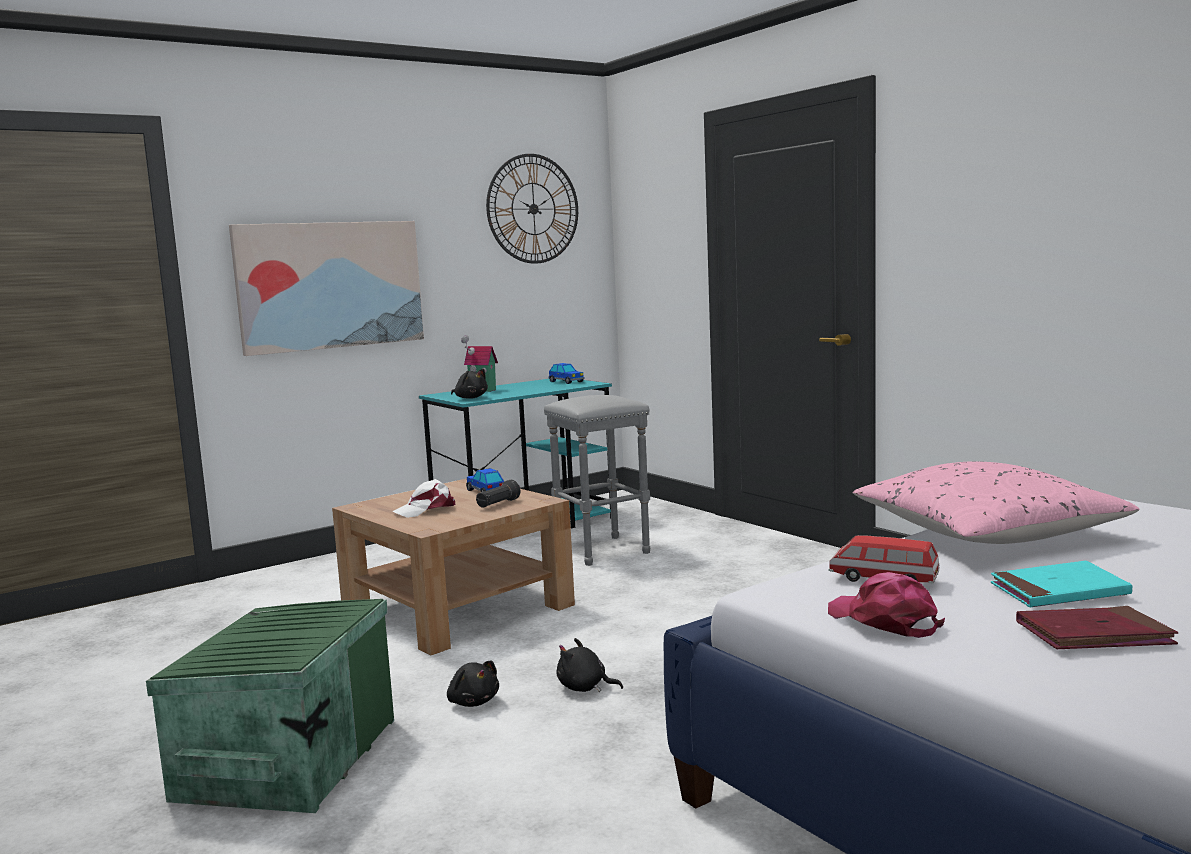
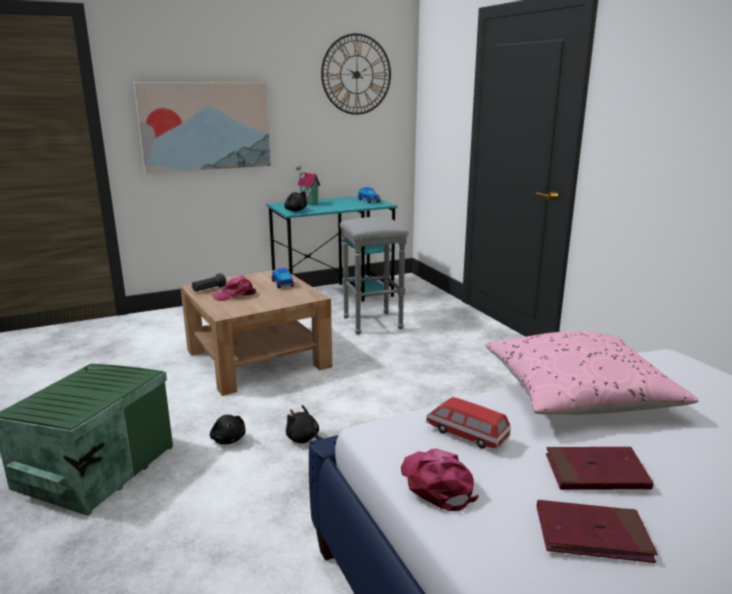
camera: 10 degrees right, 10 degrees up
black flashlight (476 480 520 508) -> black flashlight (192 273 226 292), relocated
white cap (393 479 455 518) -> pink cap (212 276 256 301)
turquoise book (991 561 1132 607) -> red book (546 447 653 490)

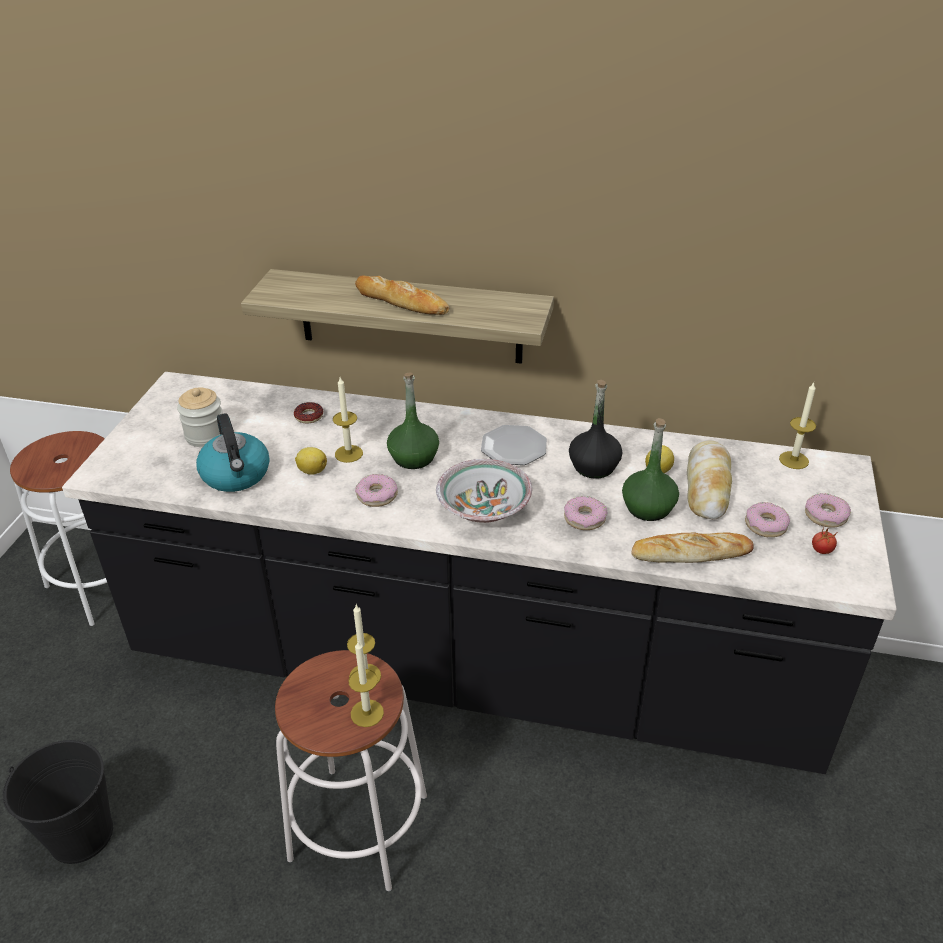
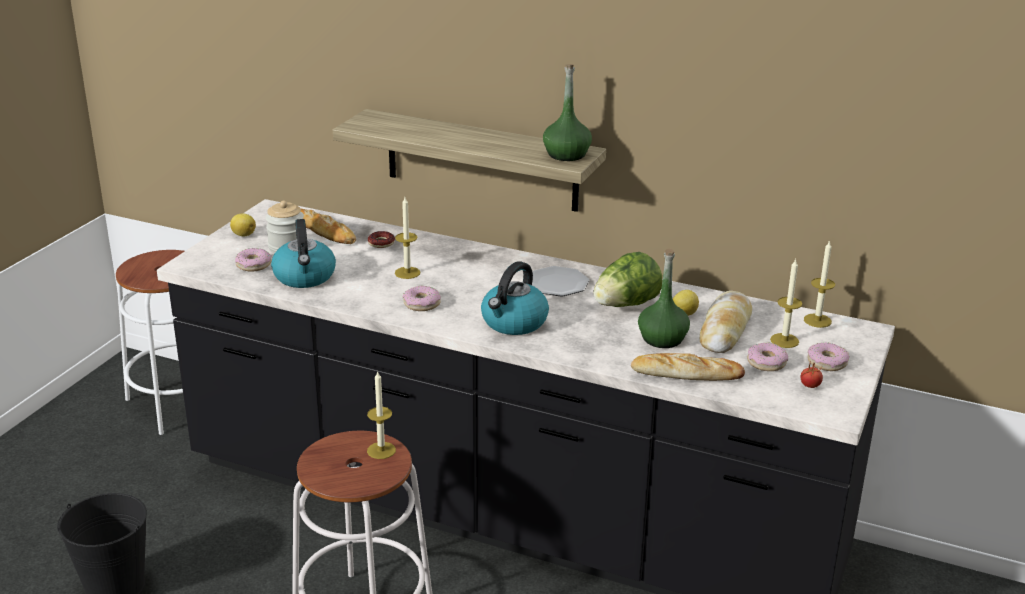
camera: 10 degrees right, 10 degrees down
lemon (295 447 327 475) -> lemon (230 213 256 236), relocated
donut (564 496 608 530) -> donut (235 248 272 272), relocated
bread (355 276 449 315) -> bread (301 209 356 244), relocated
bowl (436 459 532 523) -> kettle (481 261 549 335)
green bottle (387 372 439 469) -> green bottle (543 64 592 161), relocated
black bottle (569 380 622 479) -> lettuce (594 252 662 307)
candle (348 641 384 727) -> candle (770 259 802 348), relocated

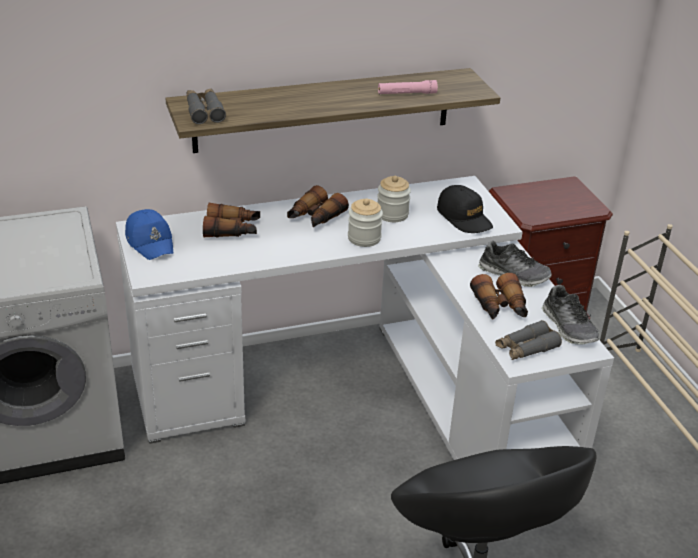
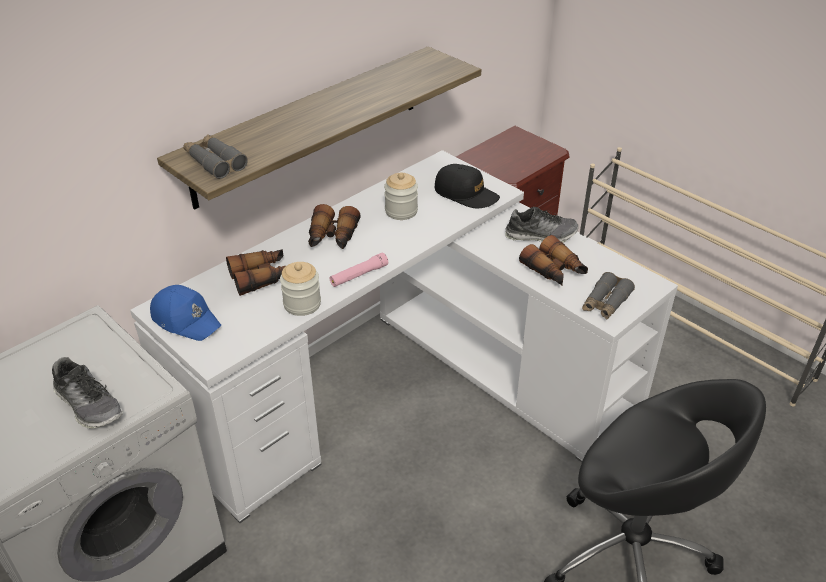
camera: 25 degrees left, 5 degrees up
shoe (542 285 599 345) -> shoe (52 357 123 429), relocated
jar (348 198 383 247) -> jar (280 262 321 316), relocated
pink flashlight (378 80 438 94) -> pink flashlight (329 253 388 287), relocated

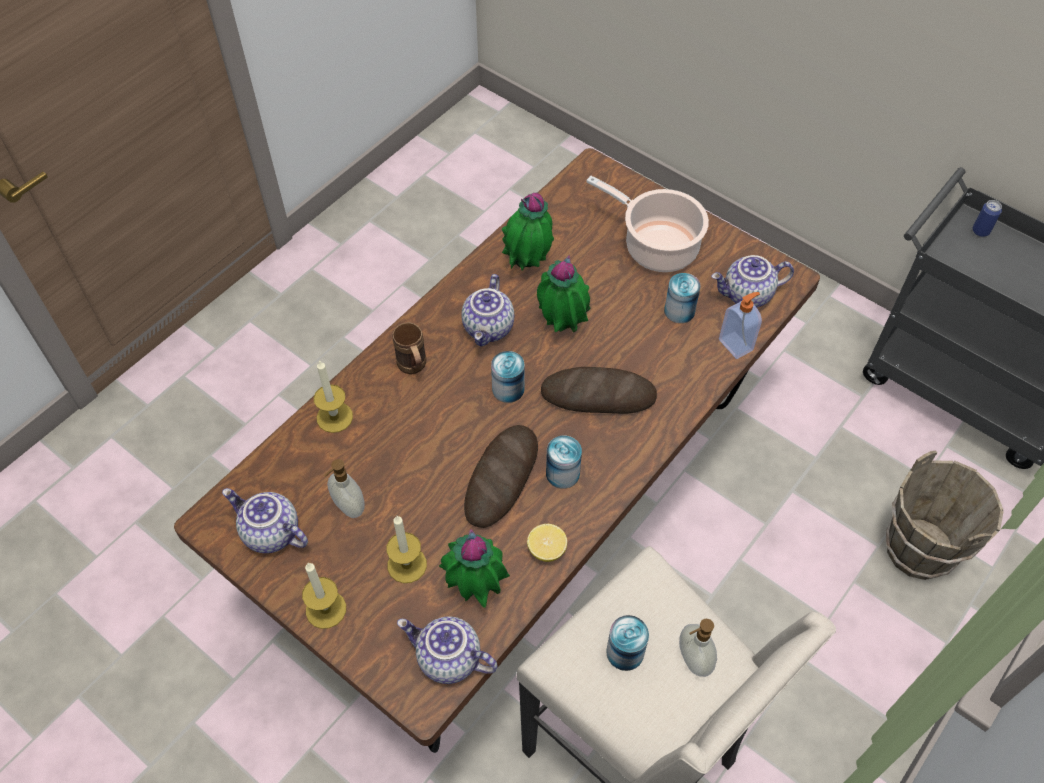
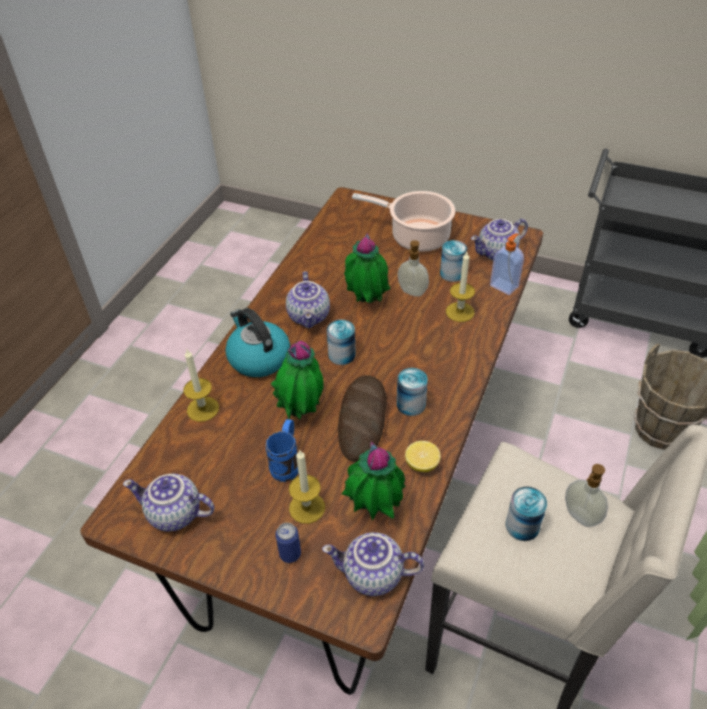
camera: 15 degrees left, 10 degrees down
brown mug (392 322 426 374) -> kettle (225 308 290 377)
none -> blue mug (265 419 299 482)
potted plant (502 192 554 271) -> potted plant (271 340 324 420), relocated
can (972 200 1002 237) -> can (276 523 301 563), relocated
soap dispenser (324 459 365 518) -> soap dispenser (398 240 429 297), relocated
candle (302 563 346 629) -> candle (446 252 475 322), relocated
bread (541 367 657 414) -> none

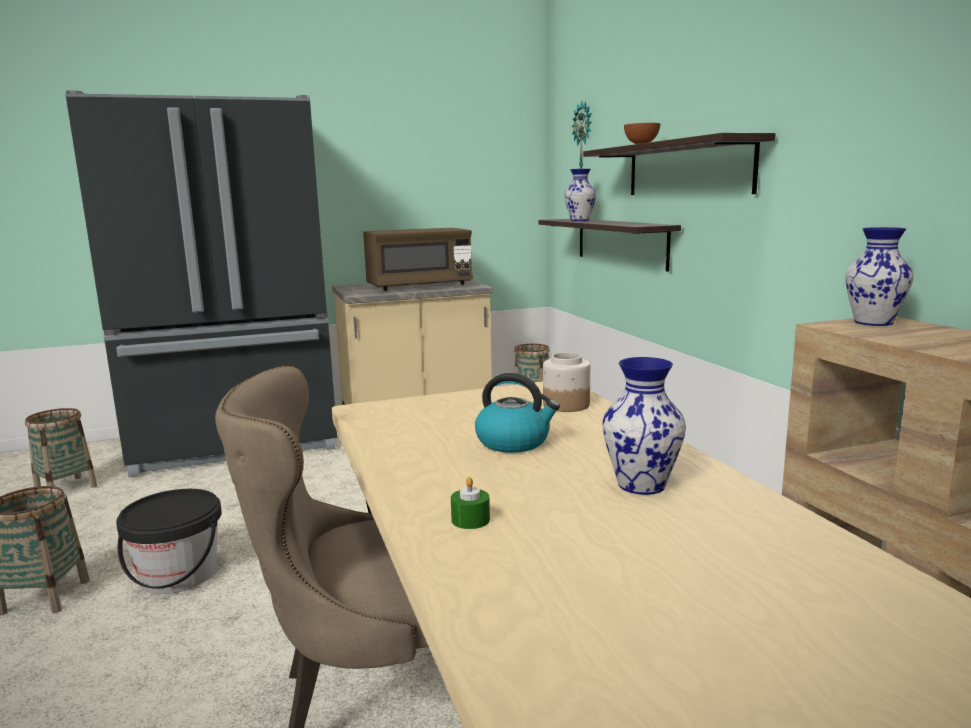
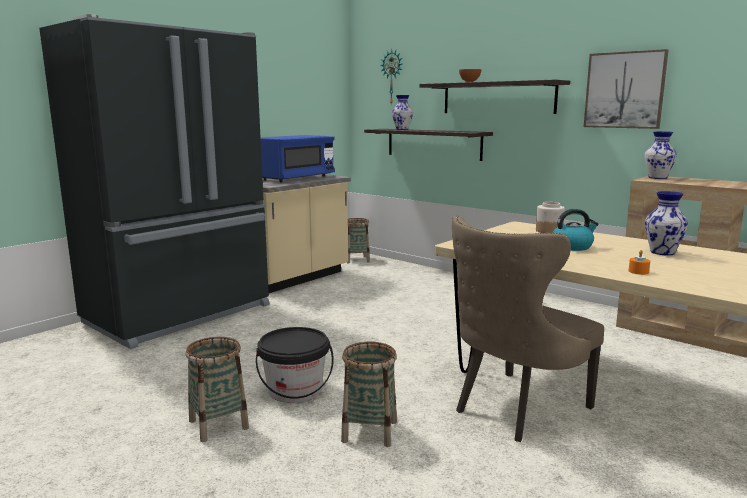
camera: 30 degrees left, 0 degrees up
brown microwave (363 228 473 291) -> blue microwave (261 135 335 182)
basket (25 408 97 488) -> basket (341 342 397 447), relocated
none -> picture (584 49 669 129)
green candle (451 477 490 529) -> orange candle (629 250 650 275)

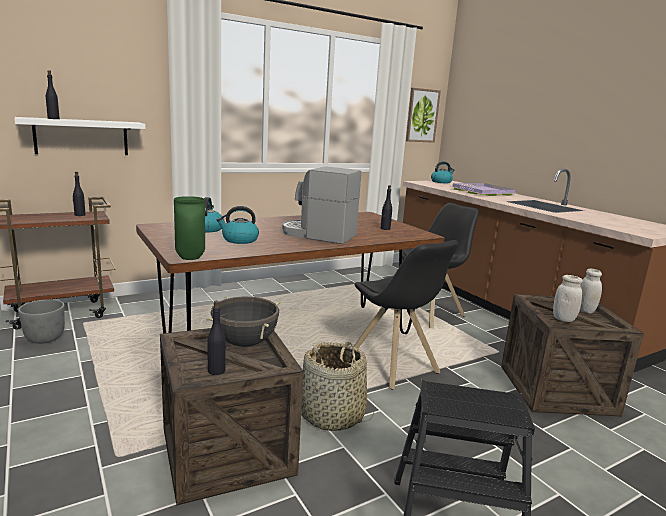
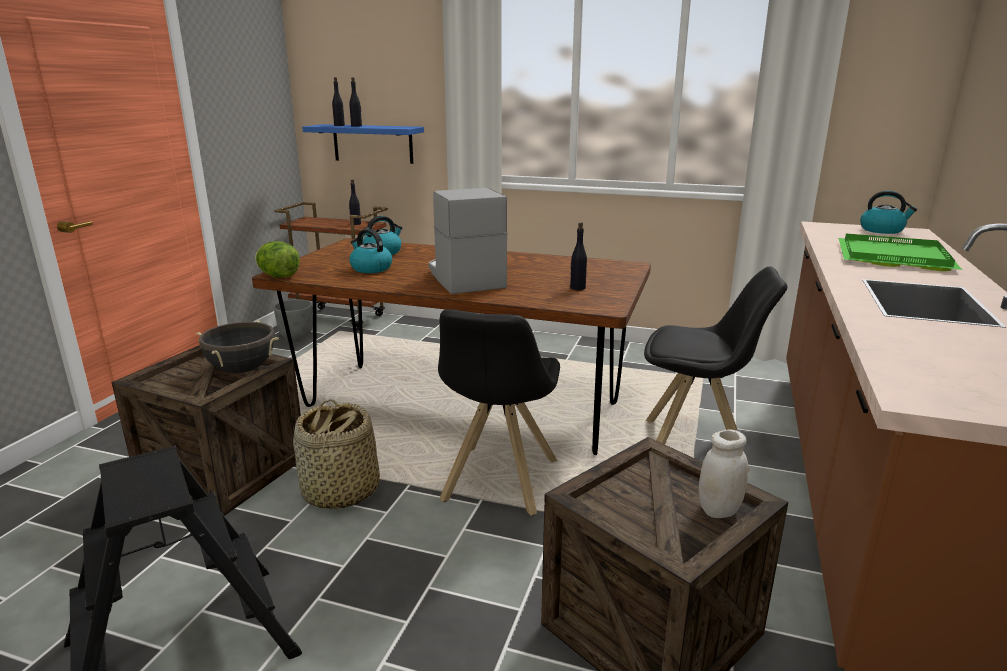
camera: 50 degrees right, 5 degrees up
green vase (174 196 205 260) -> lettuce (255 242 300 278)
white shelf (14 117 145 155) -> blue shelf (302 124 424 164)
black bottle (207 301 226 375) -> black bottle (349 77 362 127), relocated
purple tray (449 183 519 196) -> green tray (839 234 962 271)
picture (406 88 441 143) -> none
white jar (553 275 583 322) -> none

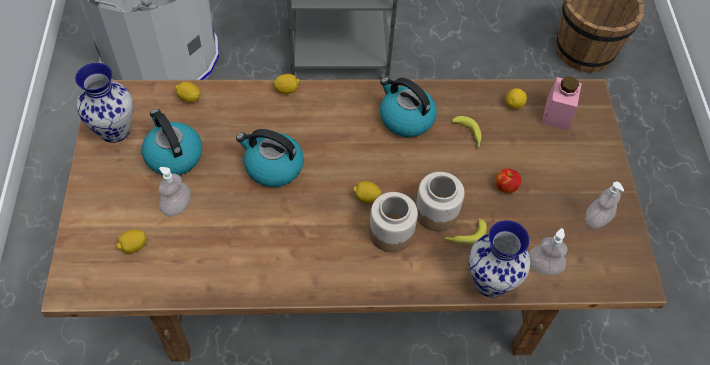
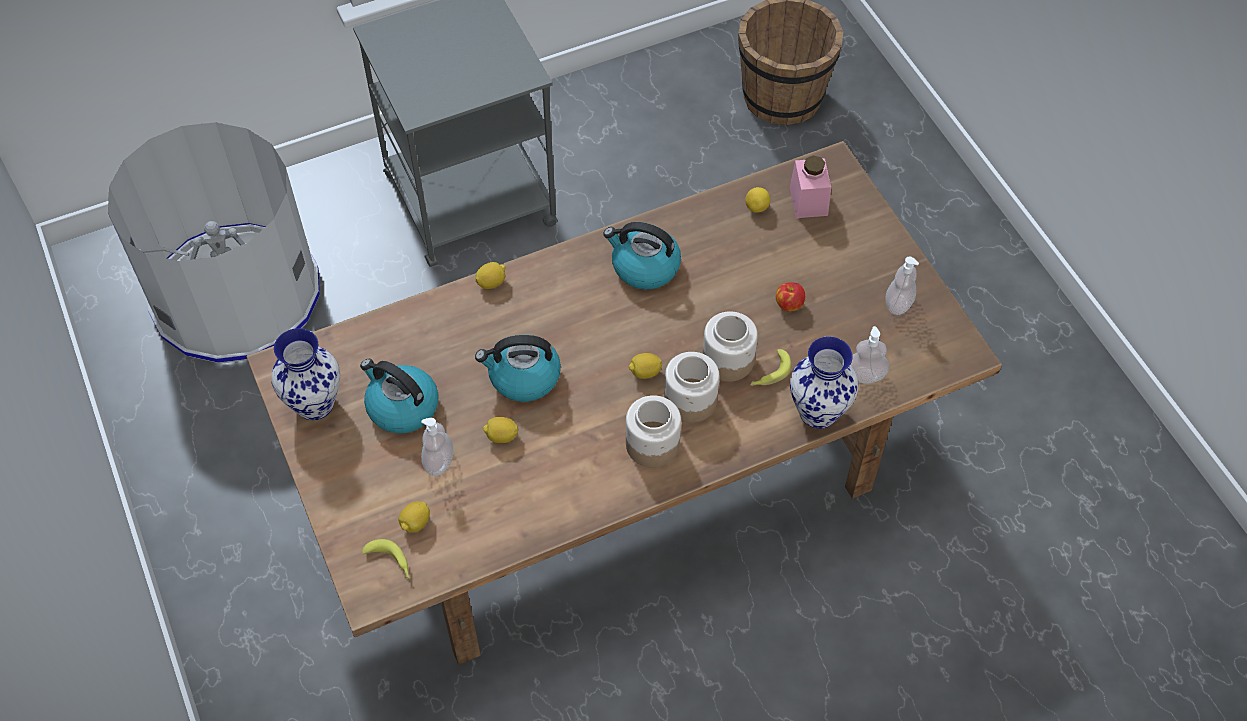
camera: 20 degrees left, 0 degrees up
banana (452 116 482 148) -> banana (362 539 410 578), relocated
lemon (175 82 201 103) -> lemon (483 417 519 443), relocated
none -> jar (626 395 681 468)

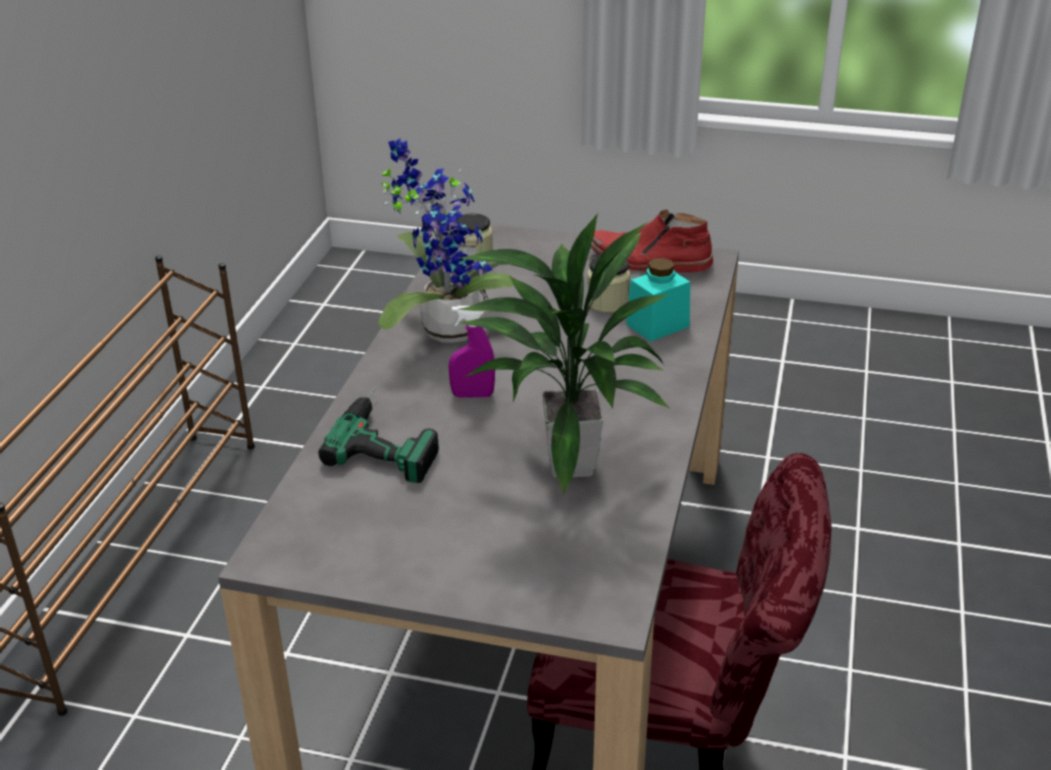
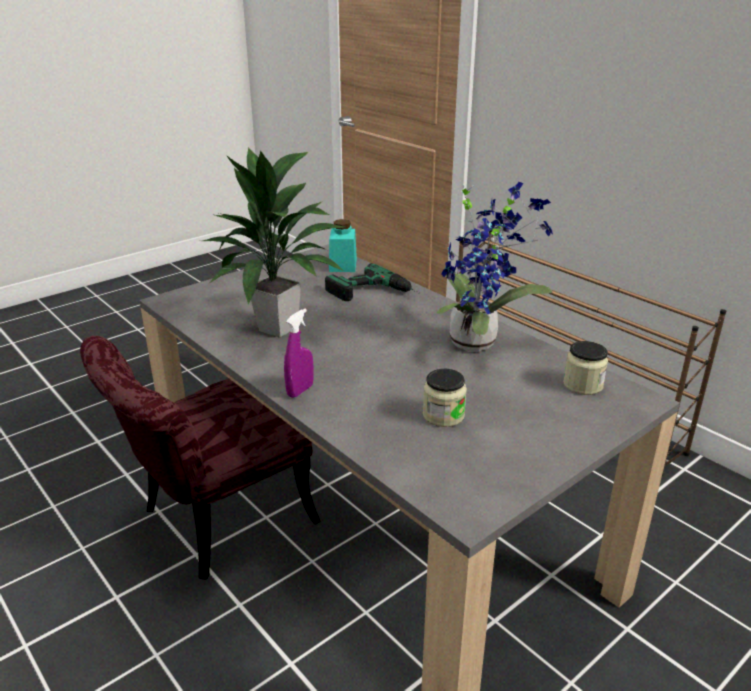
camera: 125 degrees right, 5 degrees down
purple spray bottle (448 306 495 398) -> purple spray bottle (284 309 314 398), relocated
turquoise jar (626 258 690 342) -> turquoise jar (329 219 357 272), relocated
red boot (591 209 713 273) -> none

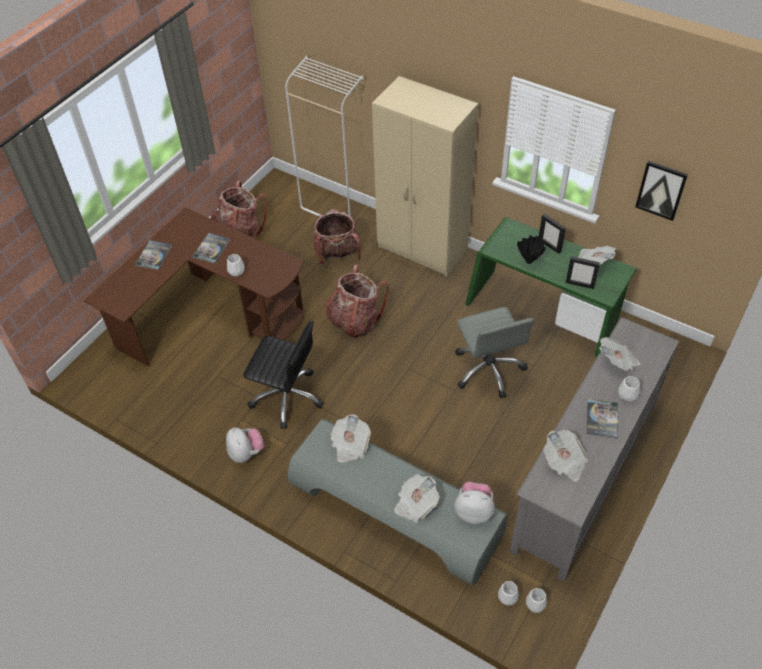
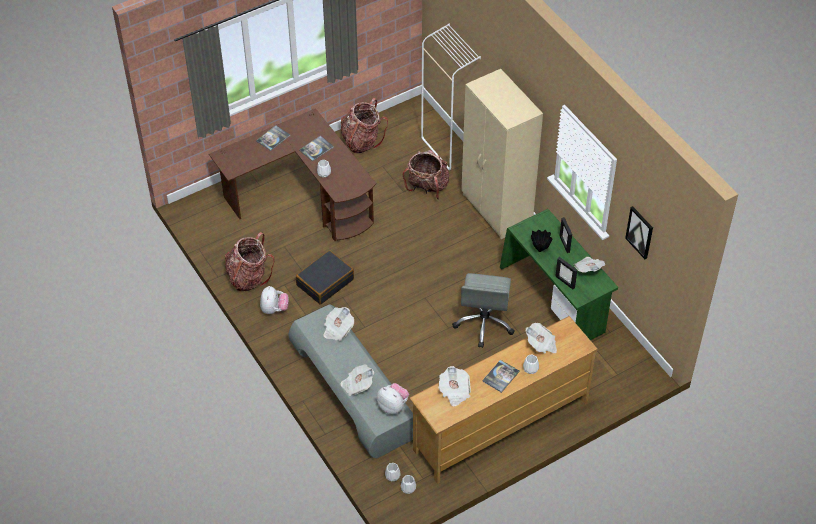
camera: 25 degrees right, 0 degrees up
backpack (326 264 389 338) -> backpack (225 232 275 291), relocated
black office chair (243 321 324 429) -> black suitcase (296 250 354 305)
grey dresser (510 317 679 582) -> brown dresser (410 316 598 484)

